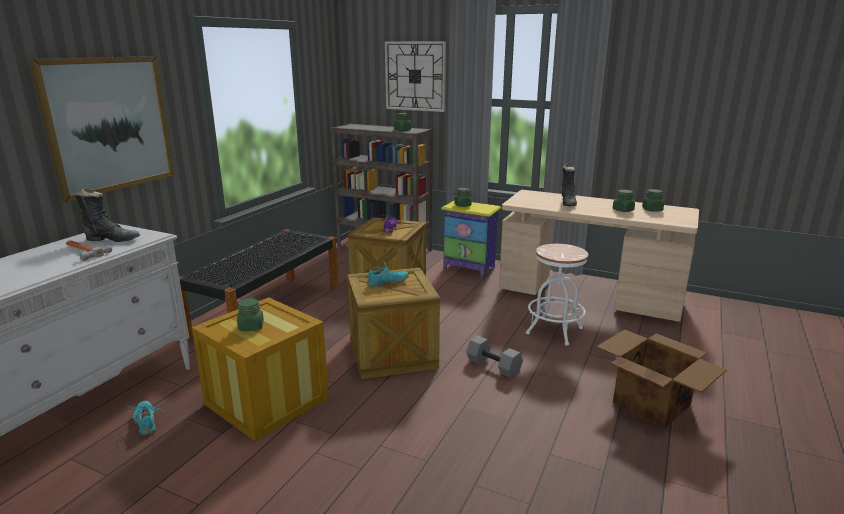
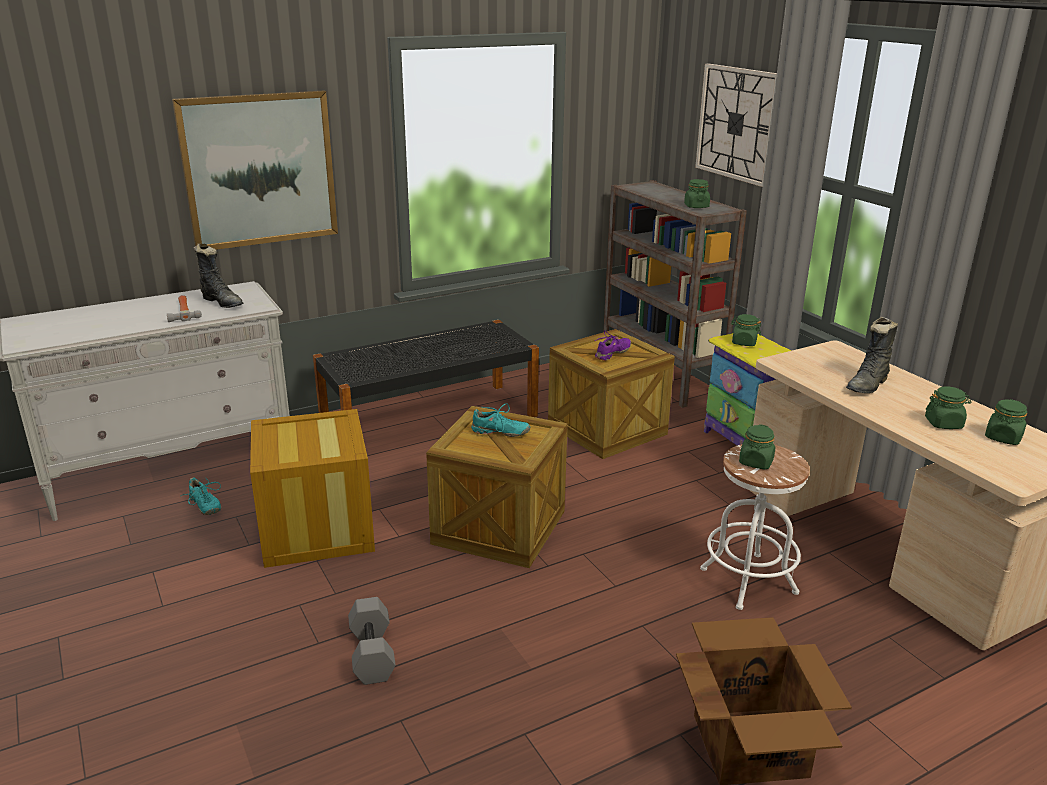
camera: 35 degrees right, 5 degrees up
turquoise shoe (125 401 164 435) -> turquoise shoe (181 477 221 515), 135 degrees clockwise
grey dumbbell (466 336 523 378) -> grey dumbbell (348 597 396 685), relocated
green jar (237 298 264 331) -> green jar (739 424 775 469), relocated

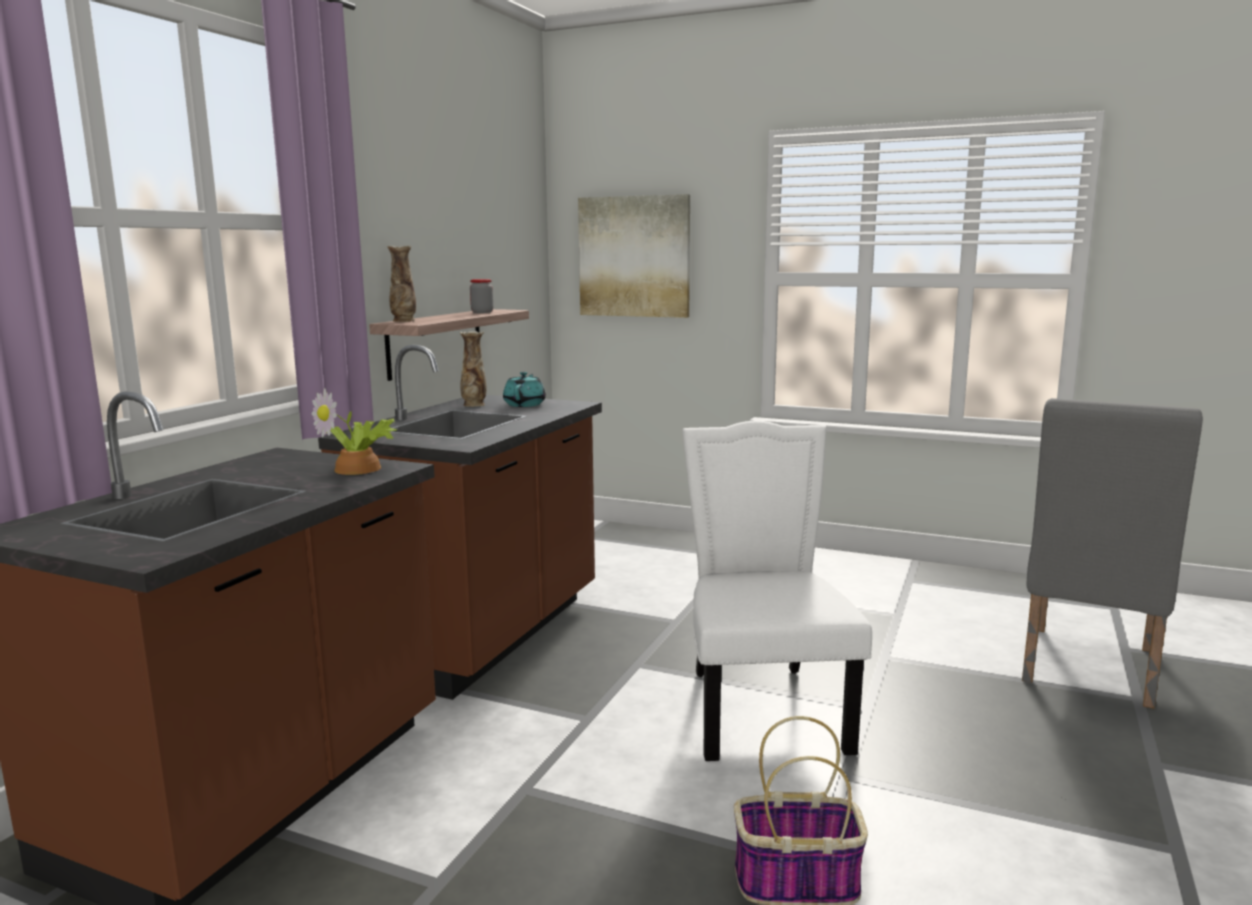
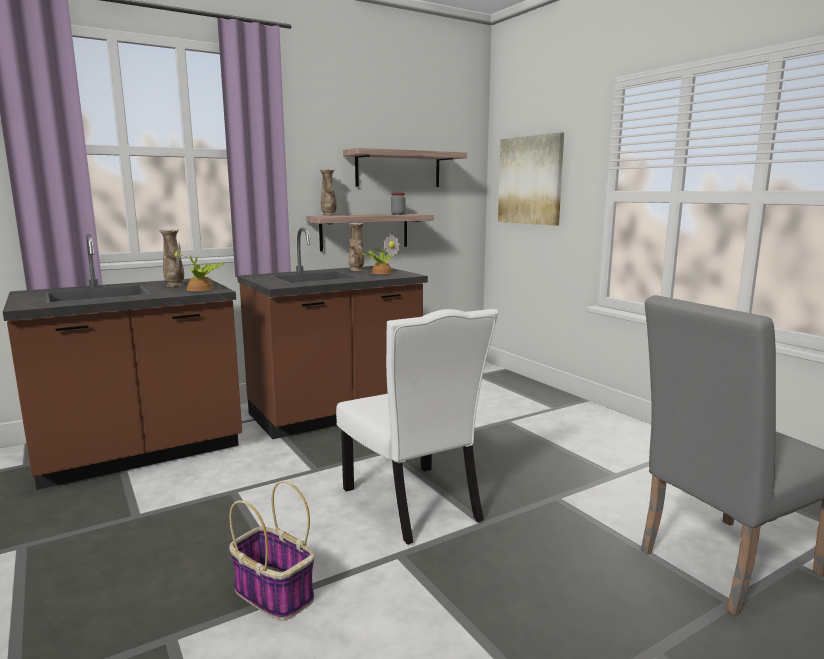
camera: 35 degrees right, 0 degrees up
none -> vase (159 229 184 287)
white chair (682 420 872 761) -> white chair (336 309 498 545), 120 degrees clockwise
none -> shelf (343 148 467 187)
turquoise teapot (503 372 546 407) -> potted plant (360 233 400 274)

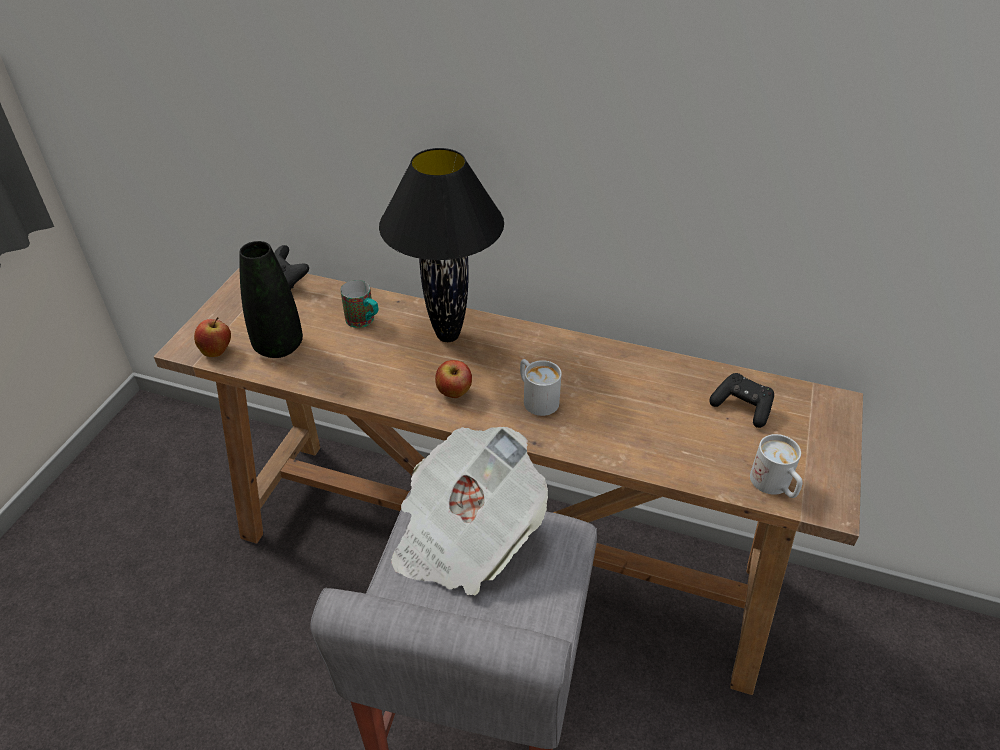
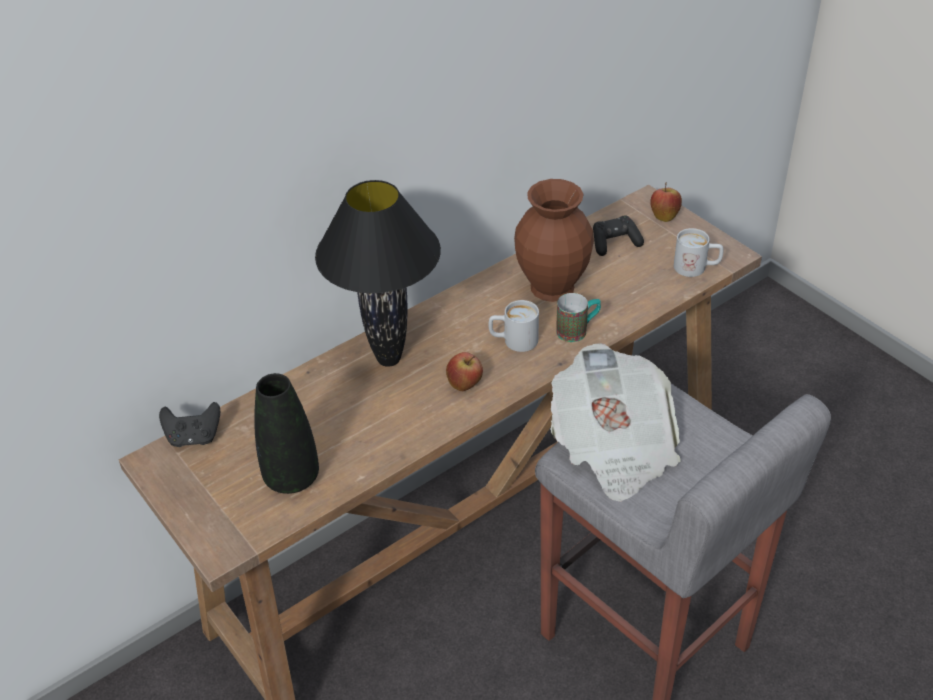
camera: 55 degrees left, 0 degrees up
none -> brown vase (514 179 594 302)
mug (340 280 379 328) -> mug (556 293 601 342), relocated
apple (194 317 231 357) -> apple (650 182 682 222), relocated

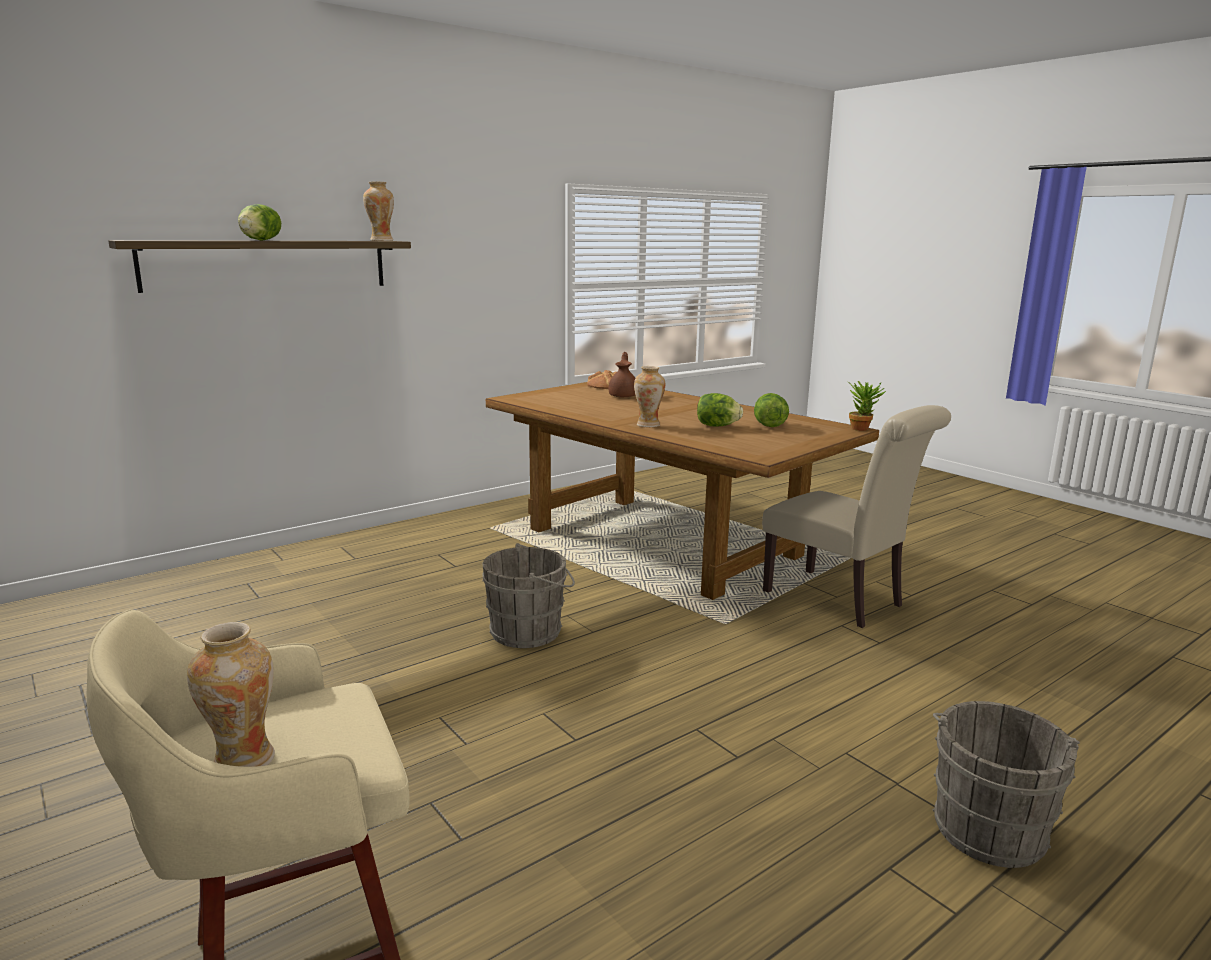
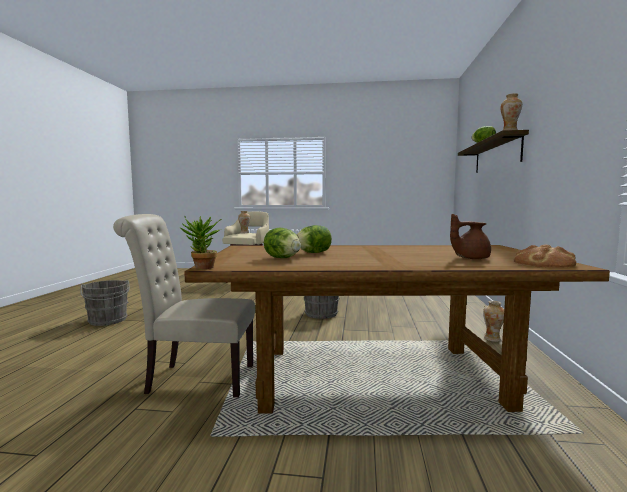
camera: 135 degrees right, 10 degrees down
brown teapot (608 352 635 397) -> brown teapot (450 214 491 259), 120 degrees clockwise
vase (634 366 665 427) -> vase (483 301 504 342), relocated

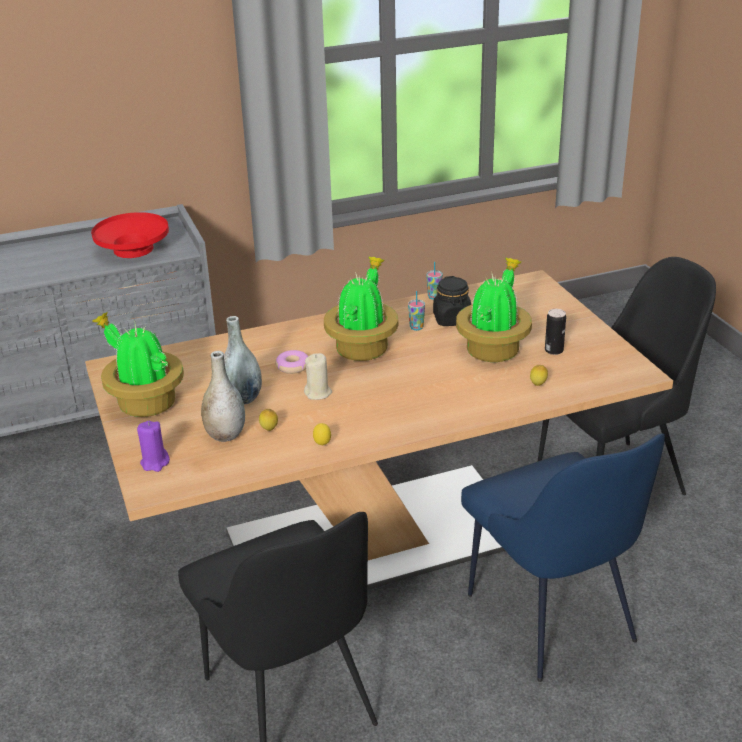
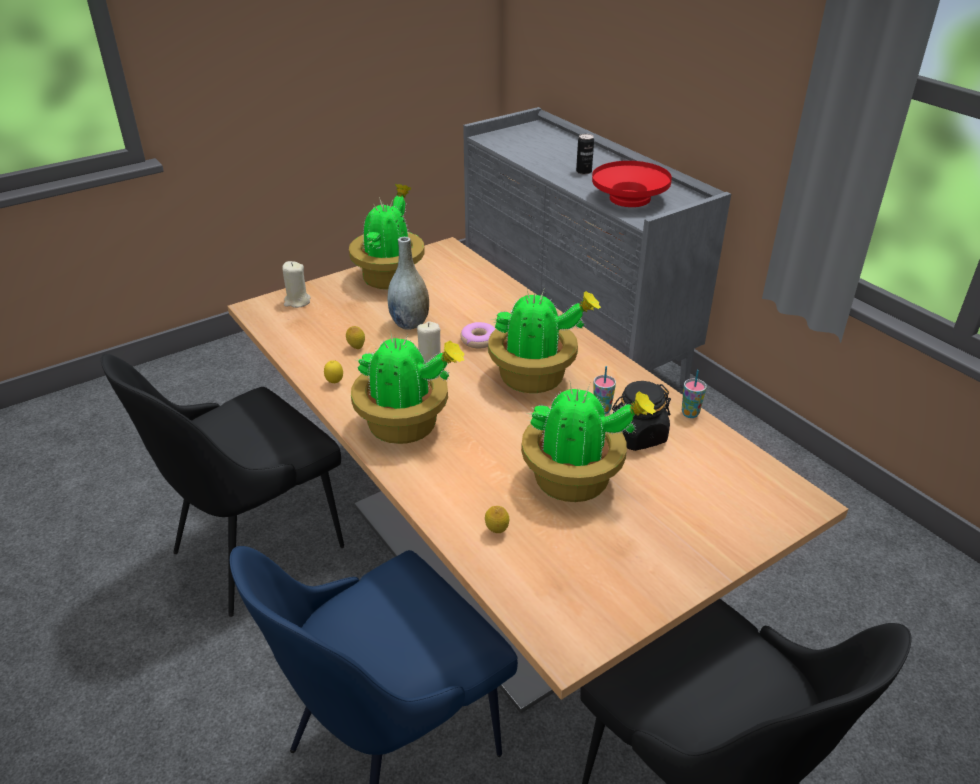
camera: 75 degrees right, 5 degrees up
purple candle (137 421 170 472) -> beige candle (282 261 311 308)
none -> potted plant (351 330 464 444)
can (545 309 566 355) -> can (576 134 594 175), relocated
grey vase (201 351 245 442) -> none

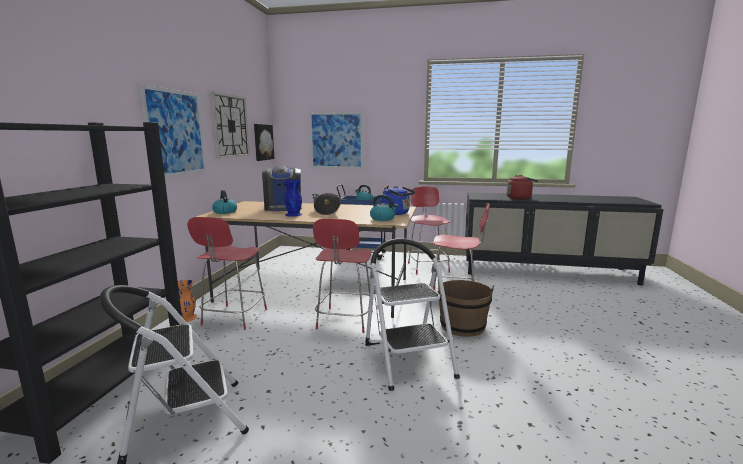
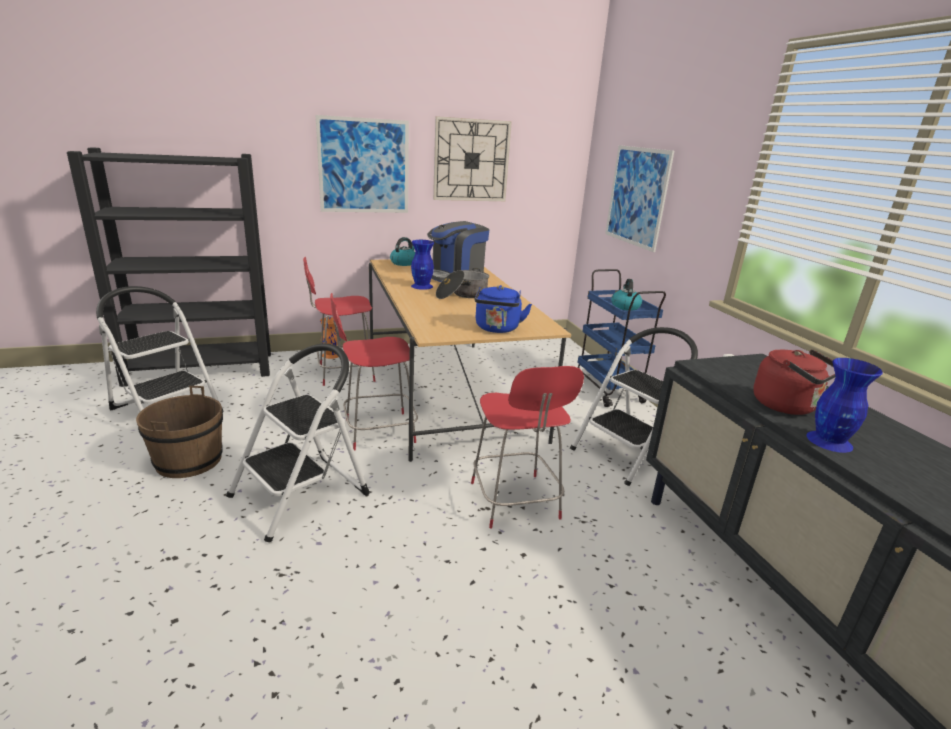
camera: 60 degrees right, 10 degrees up
brown bucket (438 280 494 337) -> brown bucket (136 386 223 478), relocated
red chair (408 186 450 274) -> step ladder (570 327 698 486)
none -> blue vase (806 358 883 453)
picture (254 124 274 161) -> none
kettle (370 195 398 221) -> none

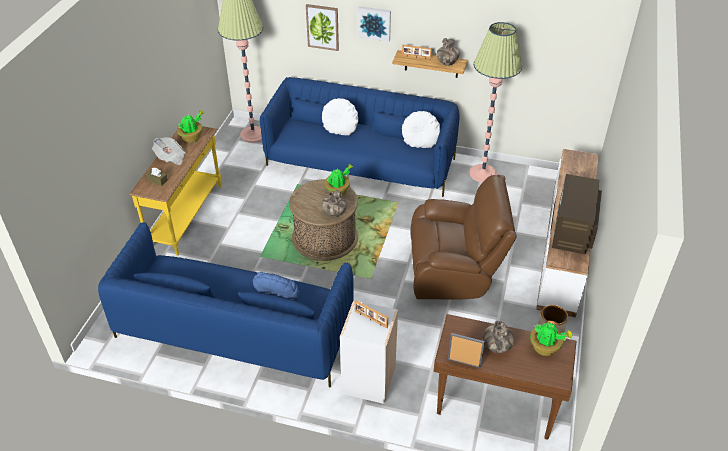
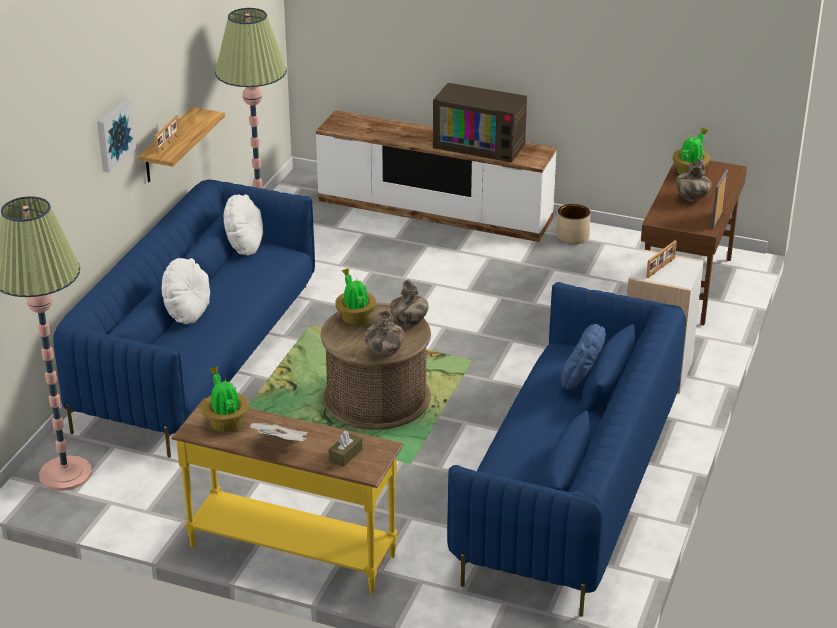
camera: 85 degrees left, 10 degrees down
vase (437 38 460 66) -> vase (365 311 405 356), relocated
picture (306 4 339 51) -> none
brown armchair (411 175 517 300) -> none

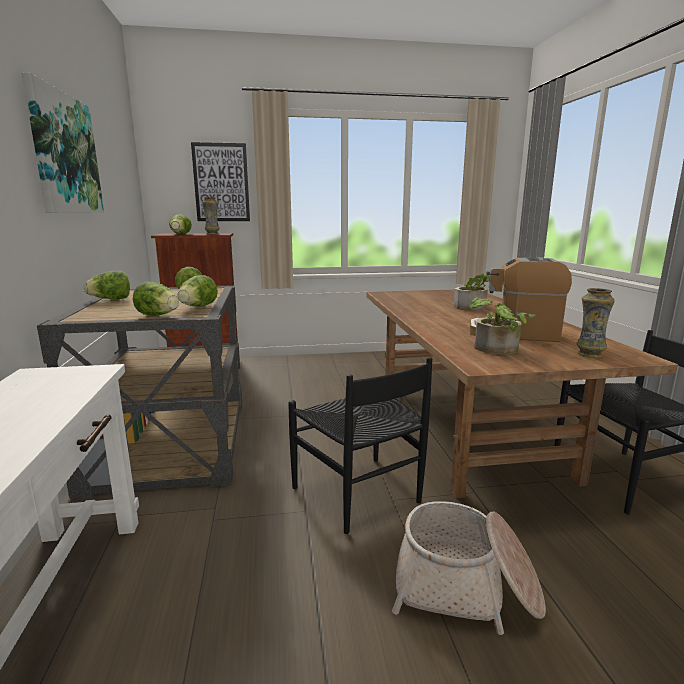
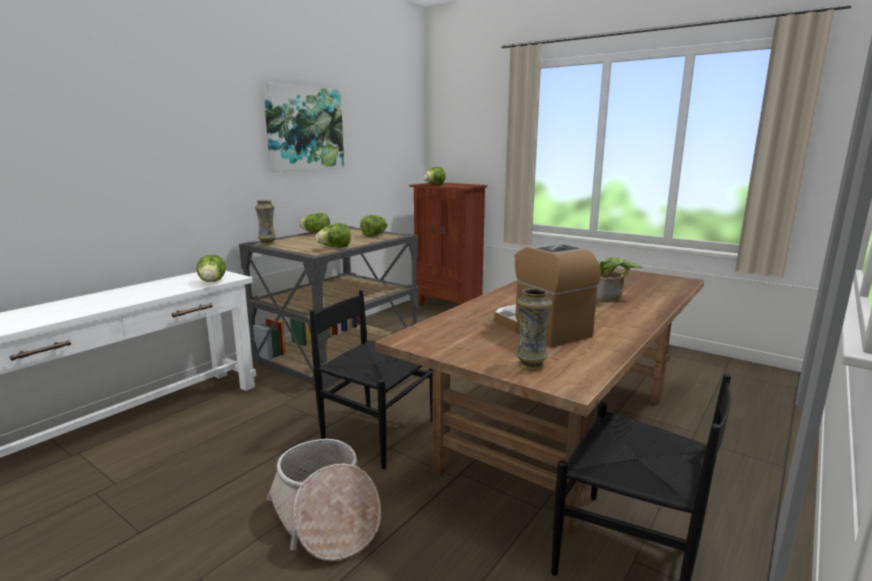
camera: 45 degrees right, 0 degrees up
lettuce (133 282 179 316) -> lettuce (196 255 226 282), relocated
vase (202 197 220 235) -> vase (255 200 276 245), relocated
black chair (288 357 432 534) -> black chair (310 290 433 469), 105 degrees clockwise
picture (191 142 250 221) -> none
potted plant (470 297 536 355) -> none

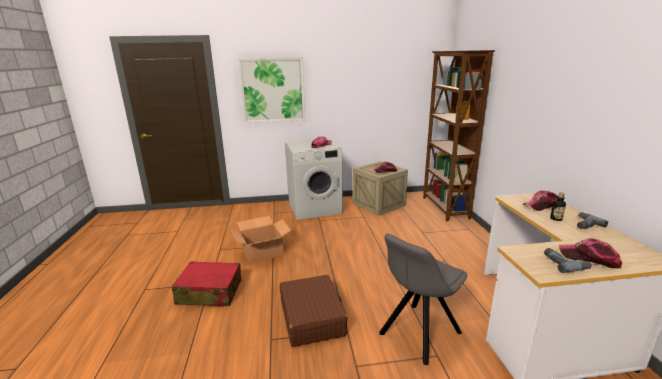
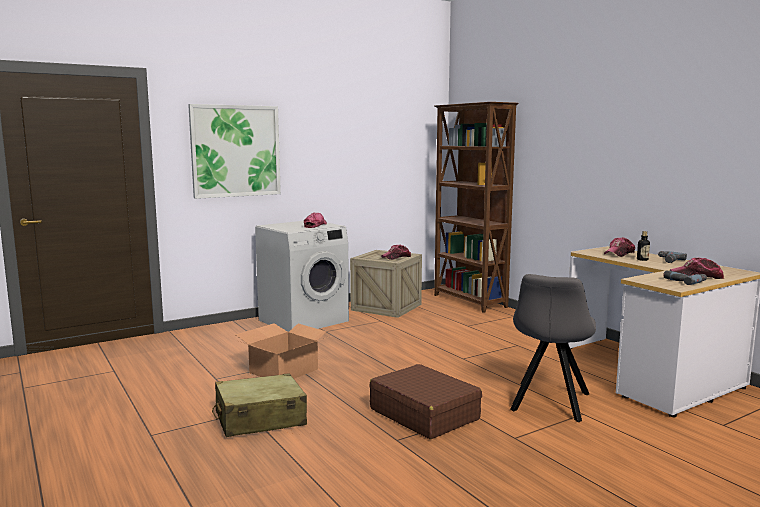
camera: 25 degrees left, 10 degrees down
red suitcase (172 261 241 306) -> beige suitcase (212 373 307 437)

